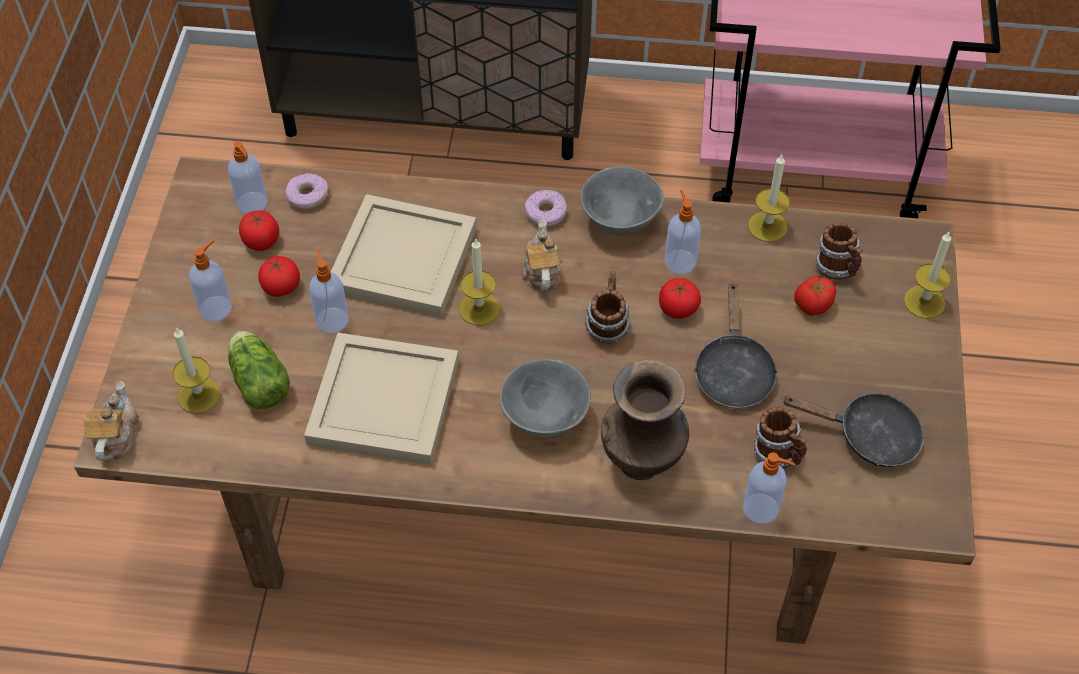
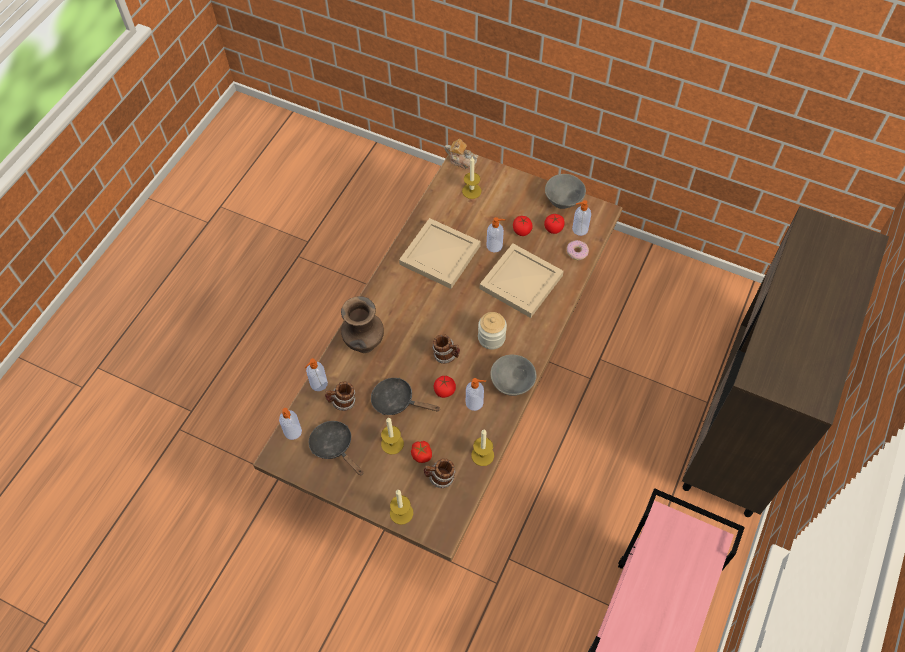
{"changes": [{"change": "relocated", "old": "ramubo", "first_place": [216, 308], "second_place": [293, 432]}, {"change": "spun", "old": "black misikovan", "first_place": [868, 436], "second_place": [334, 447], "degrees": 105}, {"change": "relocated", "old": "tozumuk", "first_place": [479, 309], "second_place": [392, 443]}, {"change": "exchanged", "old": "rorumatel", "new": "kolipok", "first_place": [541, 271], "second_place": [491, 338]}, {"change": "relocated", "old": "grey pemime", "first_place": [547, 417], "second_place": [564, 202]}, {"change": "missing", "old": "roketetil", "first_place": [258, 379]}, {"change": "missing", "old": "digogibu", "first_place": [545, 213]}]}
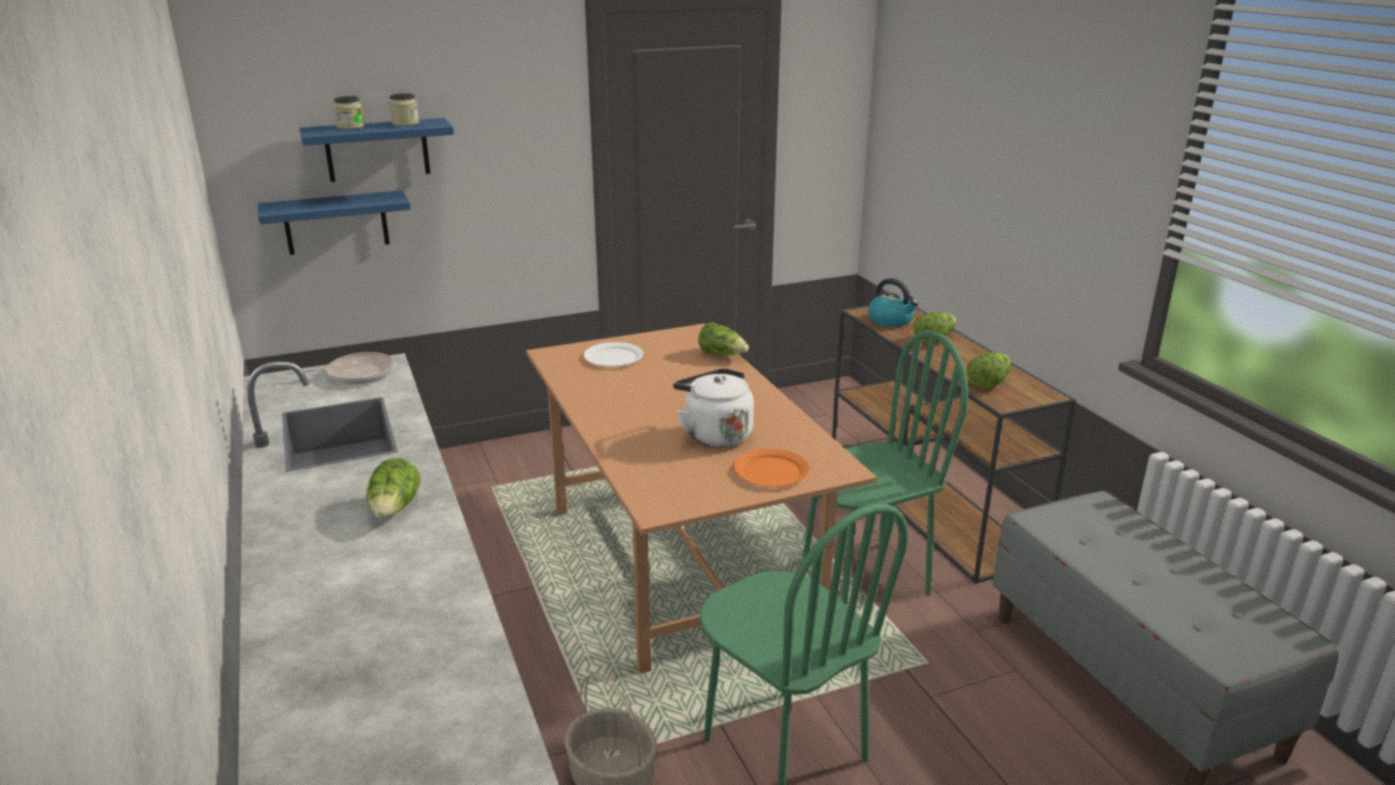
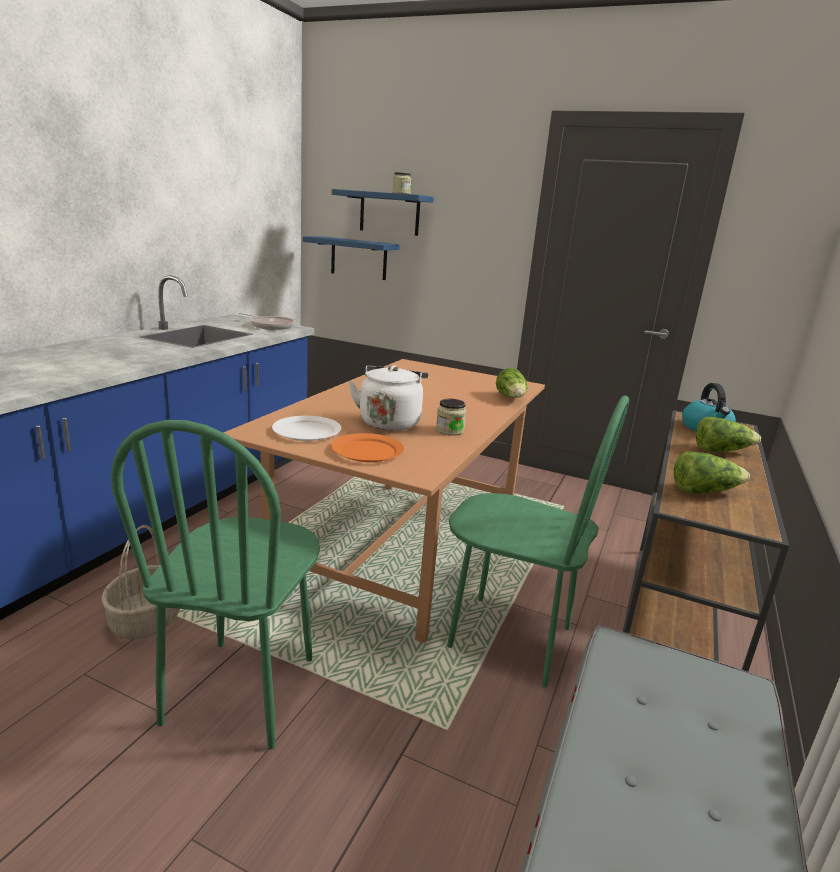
{"changes": [{"change": "relocated", "old": "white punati", "first_place": [614, 358], "second_place": [306, 431]}, {"change": "relocated", "old": "kolipok", "first_place": [350, 127], "second_place": [449, 430]}, {"change": "missing", "old": "roketetil", "first_place": [395, 509]}]}
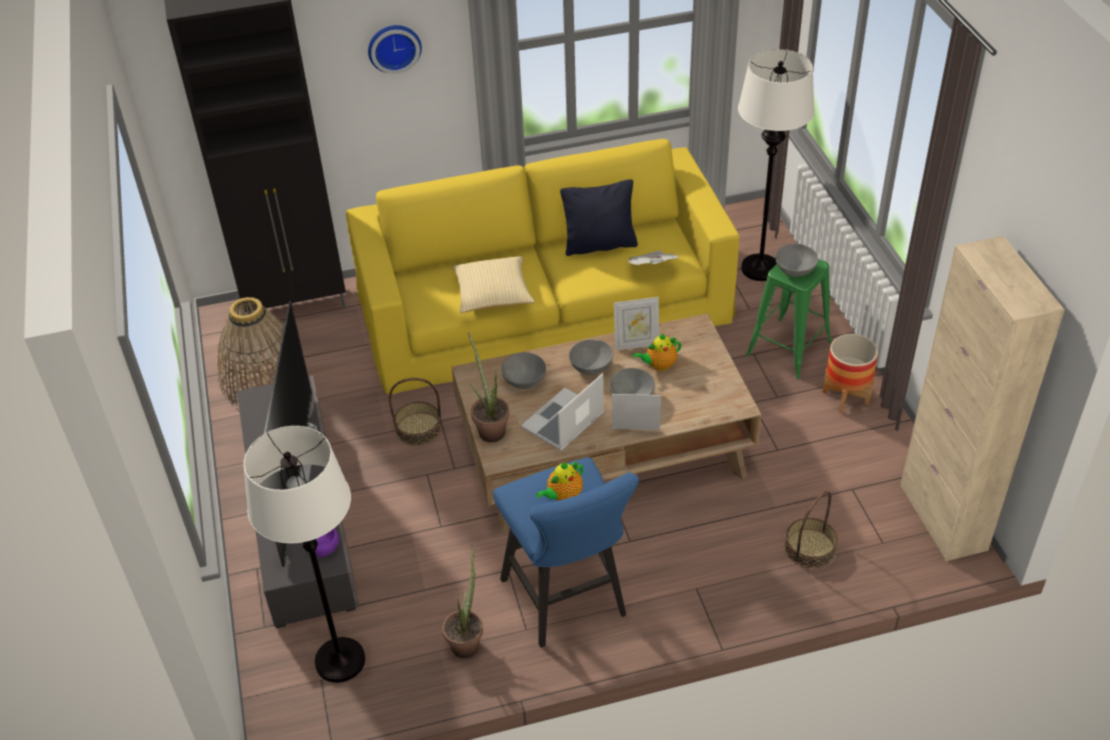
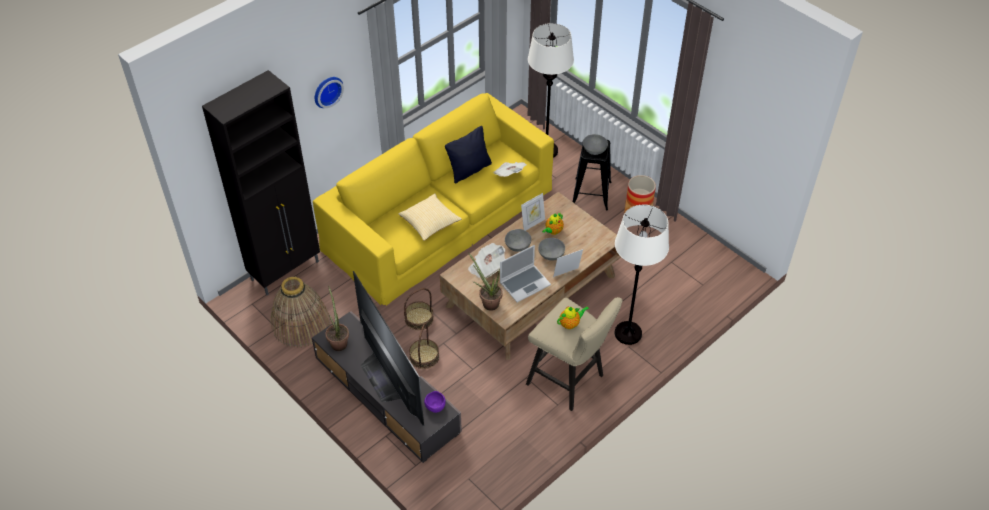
{"changes": [{"change": "relocated", "old": "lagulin", "first_place": [467, 641], "second_place": [338, 341]}, {"change": "relocated", "old": "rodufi", "first_place": [810, 548], "second_place": [424, 357]}, {"change": "exchanged", "old": "grey pemime", "new": "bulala", "first_place": [524, 381], "second_place": [487, 268]}, {"change": "spun", "old": "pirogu", "first_place": [563, 422], "second_place": [525, 283], "degrees": -135}, {"change": "colour", "old": "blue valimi", "new": "beige valimi", "first_place": [568, 603], "second_place": [569, 381]}, {"change": "spun", "old": "rorumatel", "first_place": [563, 496], "second_place": [570, 324], "degrees": -135}, {"change": "colour", "old": "green valimi", "new": "black valimi", "first_place": [788, 348], "second_place": [591, 194]}, {"change": "relocated", "old": "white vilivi", "first_place": [340, 661], "second_place": [628, 333]}, {"change": "missing", "old": "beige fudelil", "first_place": [942, 517]}]}
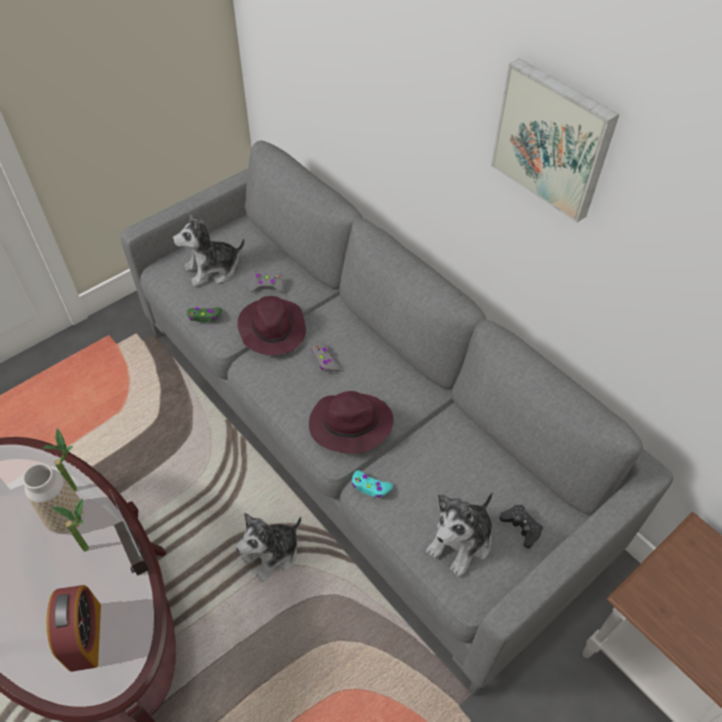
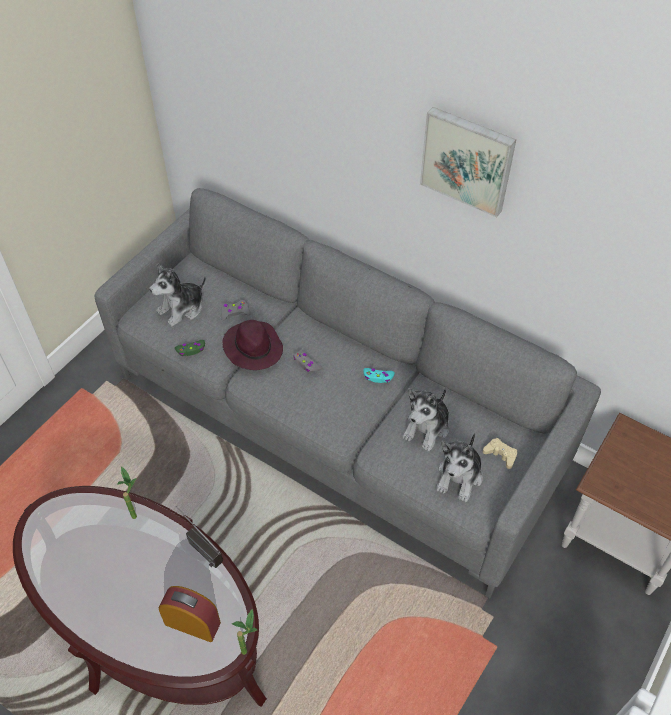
{"changes": [{"change": "spun", "old": "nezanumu", "first_place": [85, 636], "second_place": [192, 623], "degrees": -45}, {"change": "relocated", "old": "lagulin", "first_place": [92, 546], "second_place": [249, 648]}, {"change": "relocated", "old": "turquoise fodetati", "first_place": [370, 487], "second_place": [378, 377]}, {"change": "relocated", "old": "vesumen", "first_place": [272, 554], "second_place": [427, 427]}, {"change": "colour", "old": "black fodetati", "new": "beige fodetati", "first_place": [521, 527], "second_place": [500, 455]}, {"change": "missing", "old": "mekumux", "first_place": [67, 519]}, {"change": "missing", "old": "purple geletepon", "first_place": [349, 425]}]}
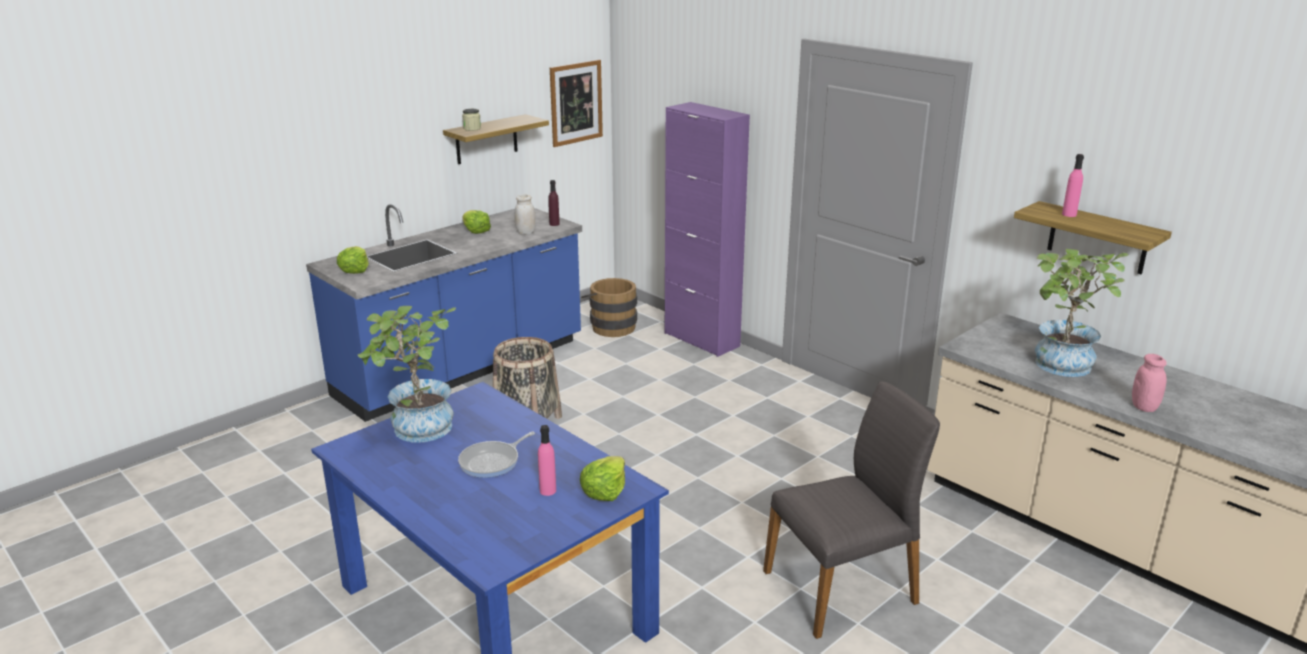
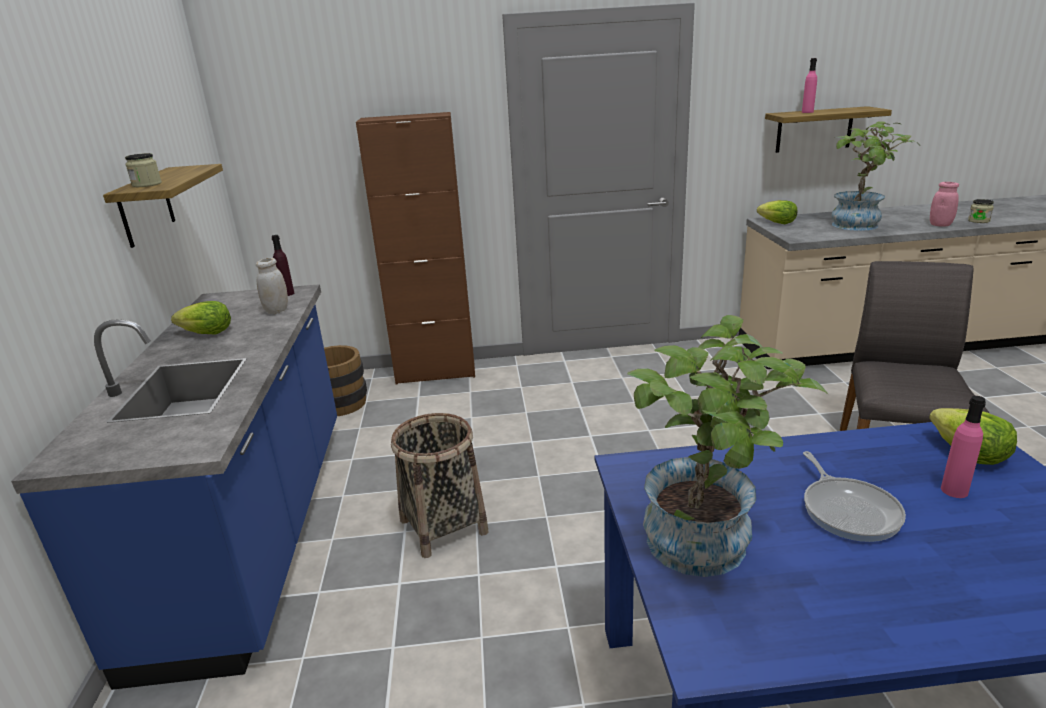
{"changes": [{"change": "colour", "old": "purple fudelil", "new": "brown fudelil", "first_place": [701, 340], "second_place": [436, 373]}, {"change": "relocated", "old": "roketetil", "first_place": [355, 270], "second_place": [777, 223]}, {"change": "appeared", "new": "kolipok", "second_place": [978, 221]}, {"change": "missing", "old": "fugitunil", "first_place": [576, 103]}]}
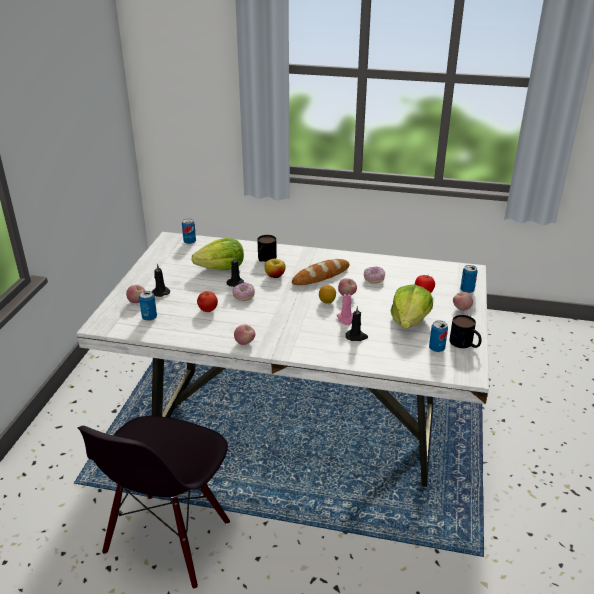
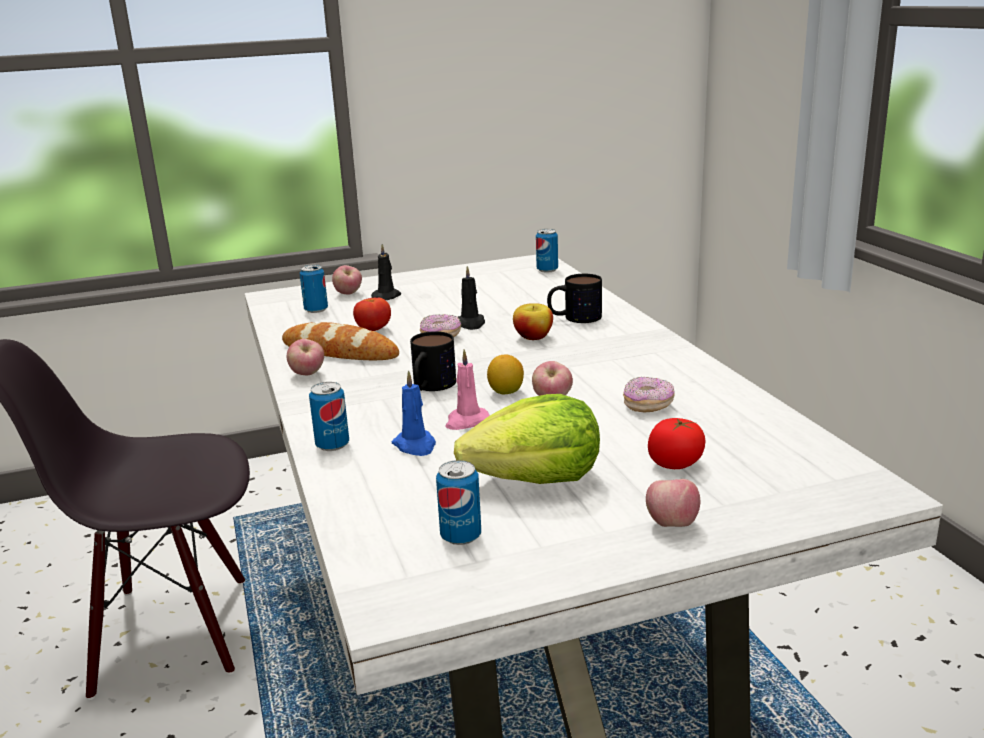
{"changes": [{"change": "relocated", "old": "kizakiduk", "first_place": [321, 275], "second_place": [339, 351]}, {"change": "relocated", "old": "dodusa", "first_place": [467, 290], "second_place": [332, 445]}, {"change": "colour", "old": "black tozumuk", "new": "blue tozumuk", "first_place": [356, 336], "second_place": [415, 446]}, {"change": "relocated", "old": "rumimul", "first_place": [465, 344], "second_place": [430, 387]}, {"change": "missing", "old": "roketetil", "first_place": [221, 268]}]}
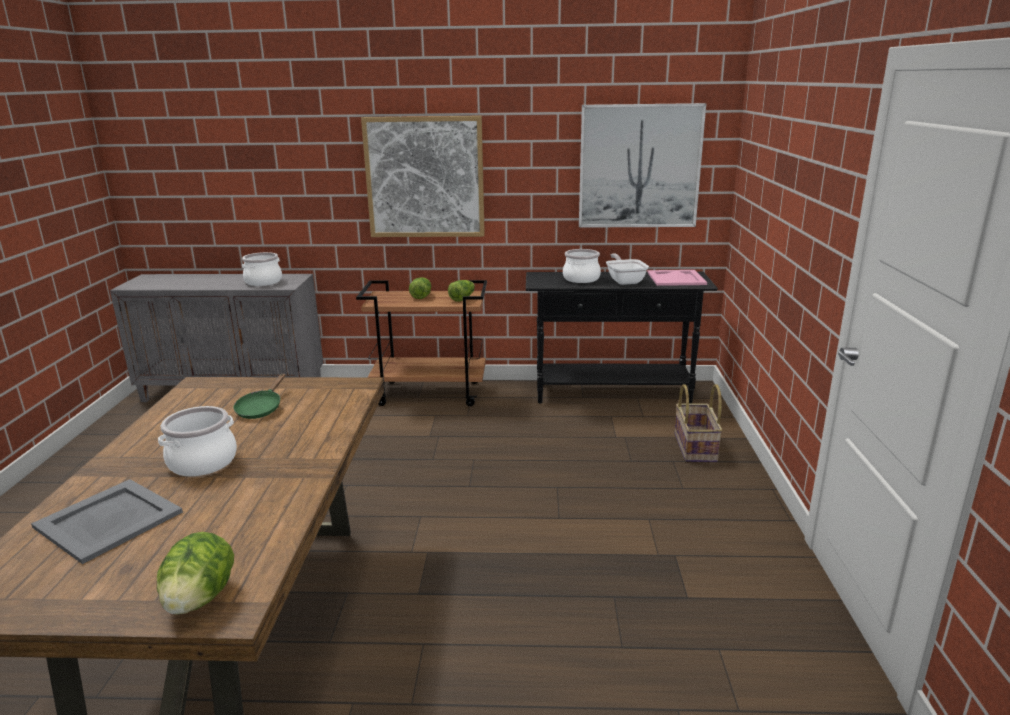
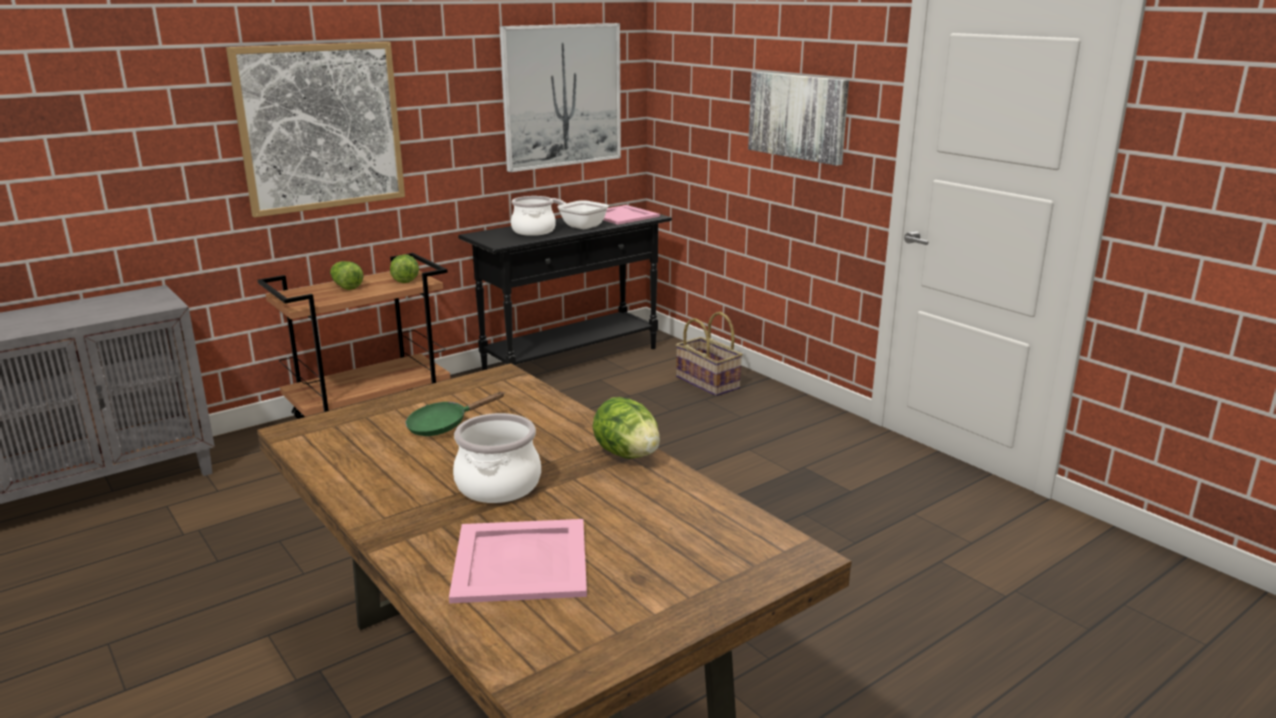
{"changes": [{"change": "spun", "old": "green misikovan", "first_place": [261, 408], "second_place": [443, 425], "degrees": 90}, {"change": "colour", "old": "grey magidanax", "new": "pink magidanax", "first_place": [108, 520], "second_place": [522, 561]}, {"change": "relocated", "old": "roketetil", "first_place": [200, 599], "second_place": [627, 454]}, {"change": "appeared", "new": "fugitunil", "second_place": [798, 116]}, {"change": "missing", "old": "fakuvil", "first_place": [263, 282]}]}
